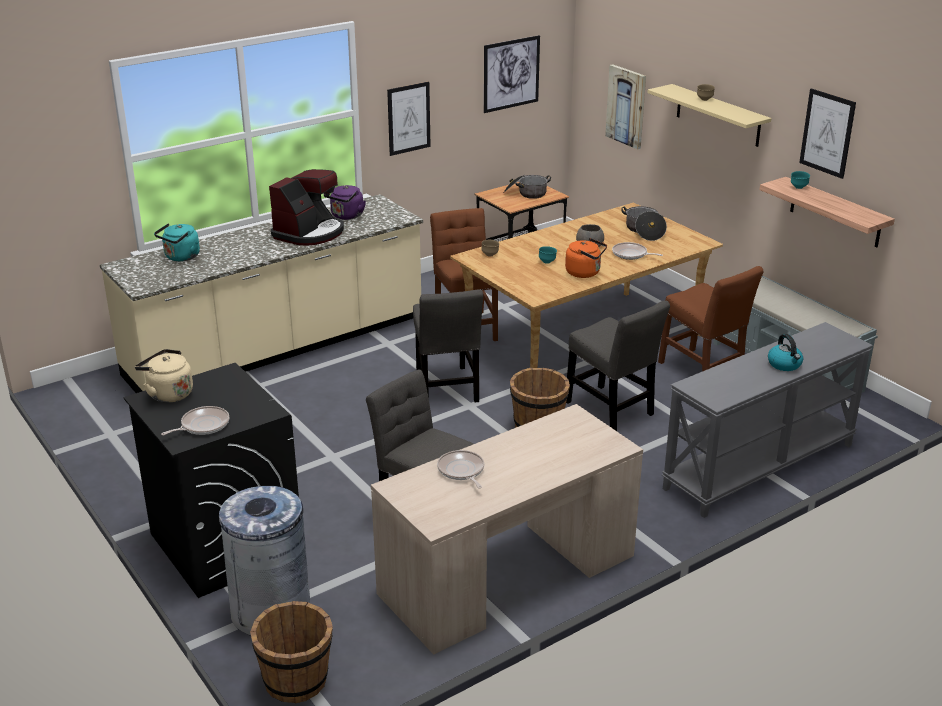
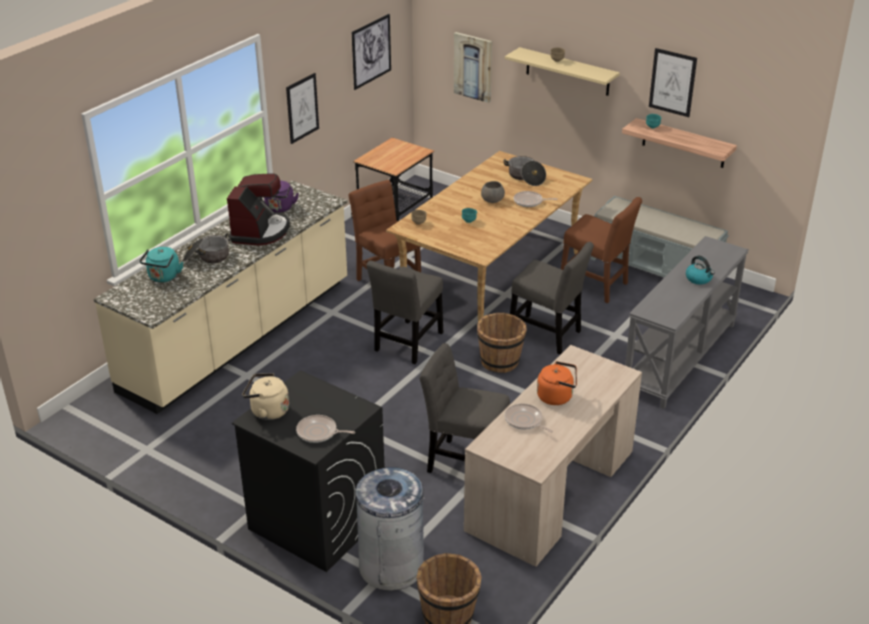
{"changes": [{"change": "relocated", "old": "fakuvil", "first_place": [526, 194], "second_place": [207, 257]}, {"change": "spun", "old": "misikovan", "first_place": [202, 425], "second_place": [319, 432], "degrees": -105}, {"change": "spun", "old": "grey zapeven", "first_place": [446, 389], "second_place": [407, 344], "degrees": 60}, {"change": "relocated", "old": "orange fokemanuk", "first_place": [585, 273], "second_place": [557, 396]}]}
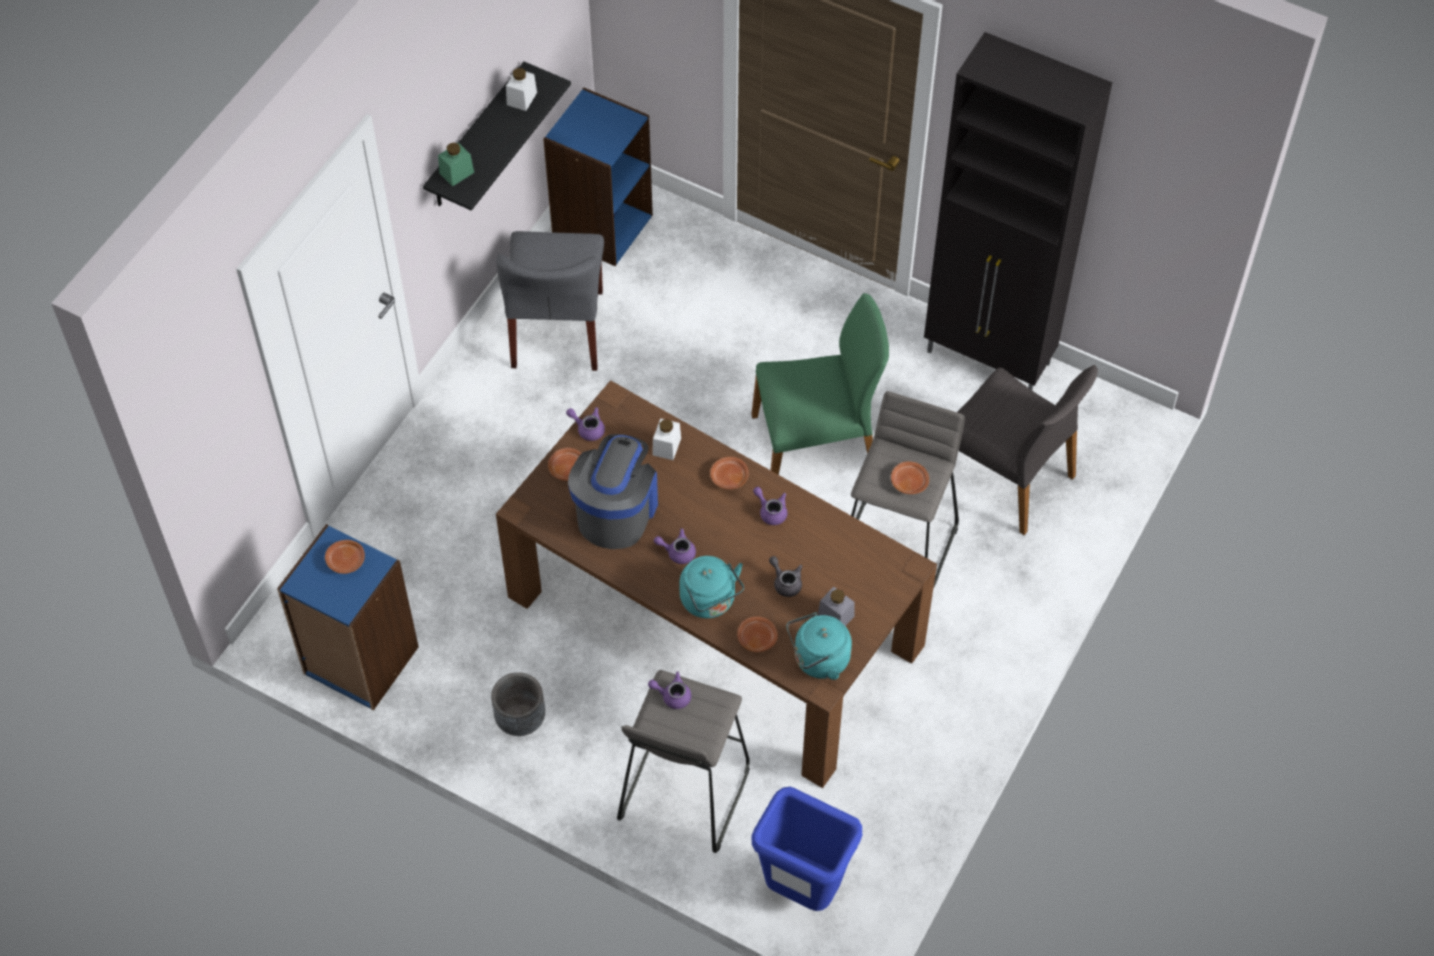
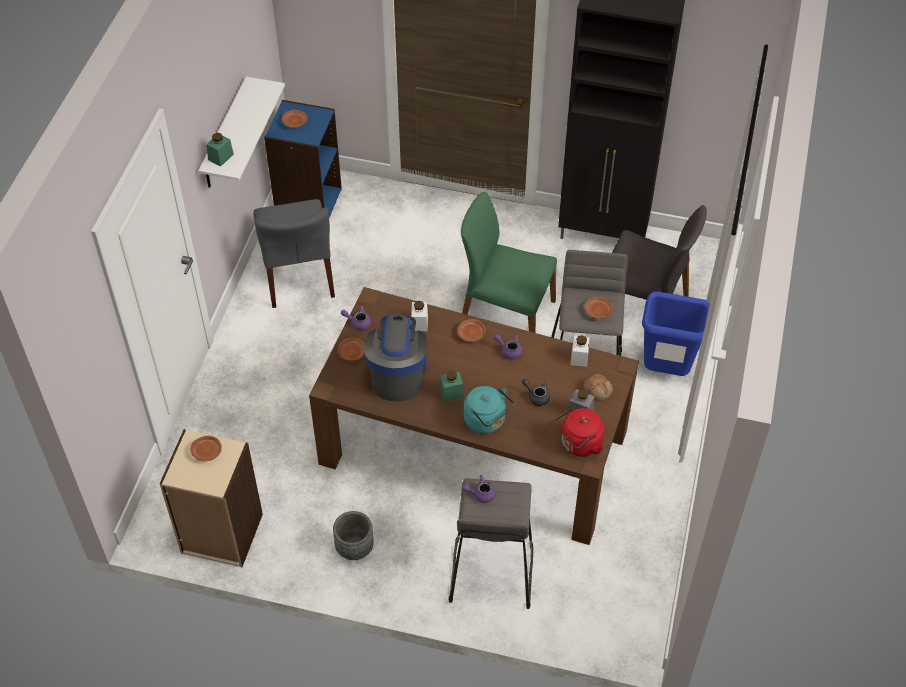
{"changes": [{"change": "colour", "old": "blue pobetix", "new": "beige pobetix", "first_place": [360, 661], "second_place": [221, 534]}, {"change": "colour", "old": "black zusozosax", "new": "white zusozosax", "first_place": [476, 139], "second_place": [225, 135]}, {"change": "relocated", "old": "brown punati", "first_place": [756, 638], "second_place": [294, 122]}, {"change": "exchanged", "old": "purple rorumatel", "new": "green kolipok", "first_place": [677, 552], "second_place": [451, 392]}, {"change": "spun", "old": "green zapeven", "first_place": [816, 446], "second_place": [505, 315], "degrees": -135}, {"change": "colour", "old": "turquoise fokemanuk", "new": "red fokemanuk", "first_place": [818, 660], "second_place": [579, 444]}, {"change": "relocated", "old": "white kolipok", "first_place": [522, 98], "second_place": [579, 357]}, {"change": "appeared", "new": "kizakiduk", "second_place": [598, 390]}, {"change": "relocated", "old": "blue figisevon", "first_place": [801, 889], "second_place": [665, 371]}]}
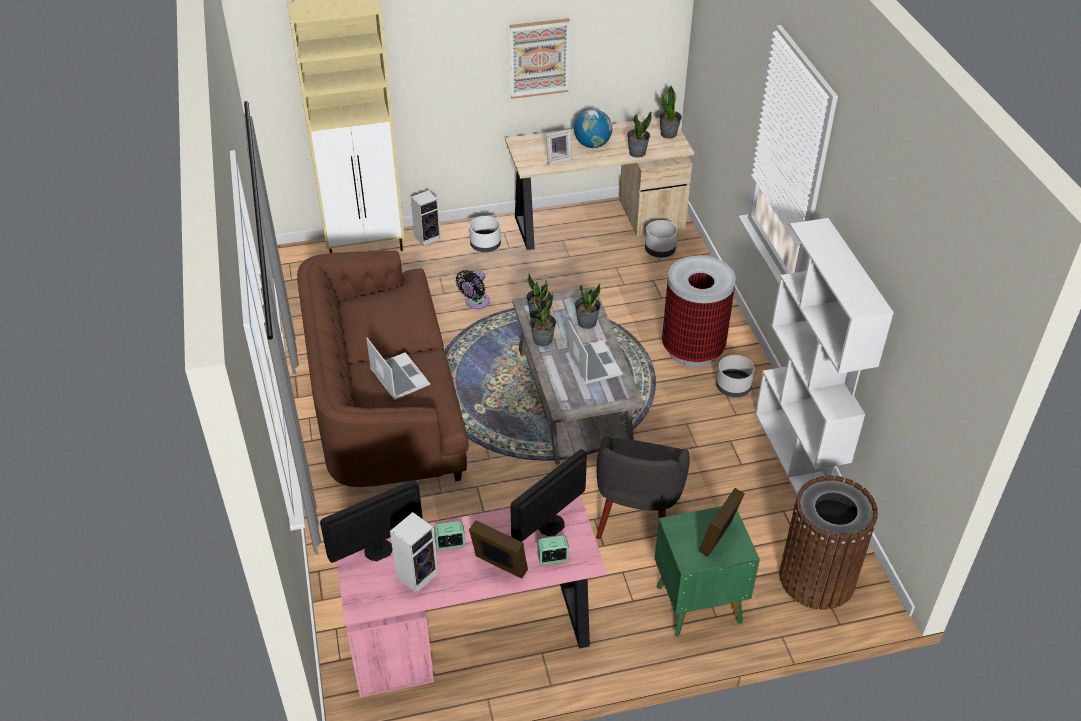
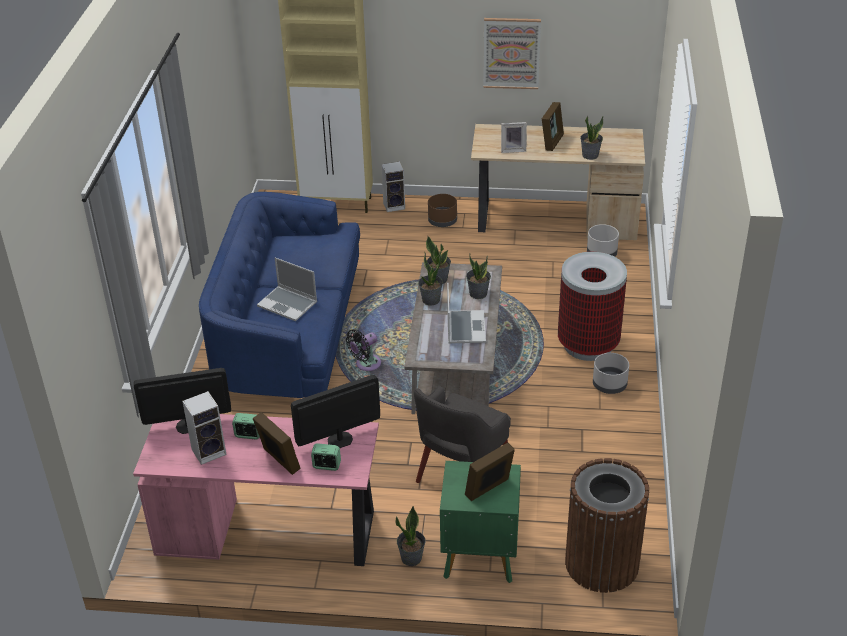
{"changes": [{"change": "colour", "old": "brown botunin", "new": "blue botunin", "first_place": [385, 404], "second_place": [289, 333]}, {"change": "spun", "old": "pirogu", "first_place": [398, 377], "second_place": [288, 304], "degrees": 135}, {"change": "relocated", "old": "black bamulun", "first_place": [475, 302], "second_place": [366, 364]}, {"change": "relocated", "old": "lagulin", "first_place": [668, 134], "second_place": [412, 558]}, {"change": "colour", "old": "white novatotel", "new": "brown novatotel", "first_place": [485, 245], "second_place": [442, 221]}, {"change": "exchanged", "old": "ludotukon", "new": "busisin", "first_place": [592, 144], "second_place": [552, 142]}, {"change": "missing", "old": "white pobetix", "first_place": [797, 457]}]}
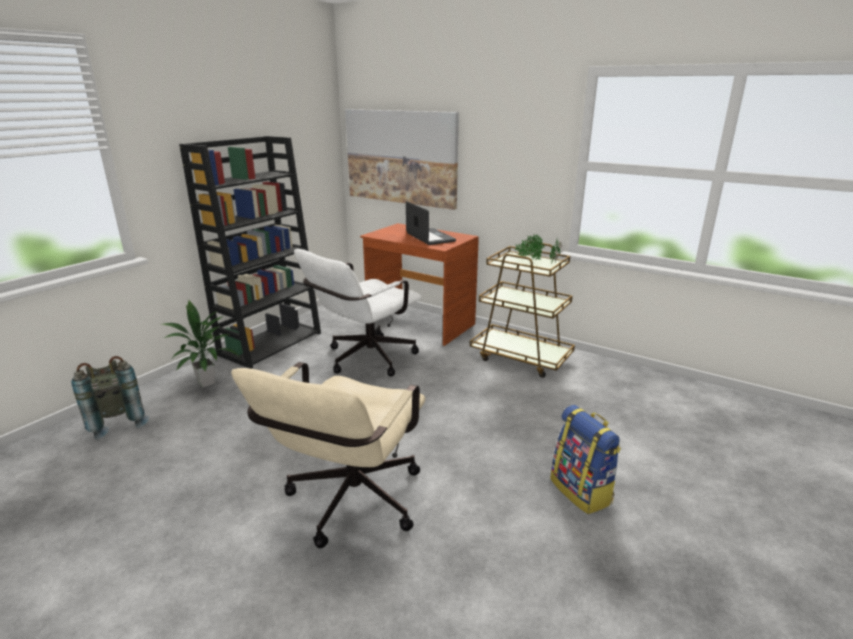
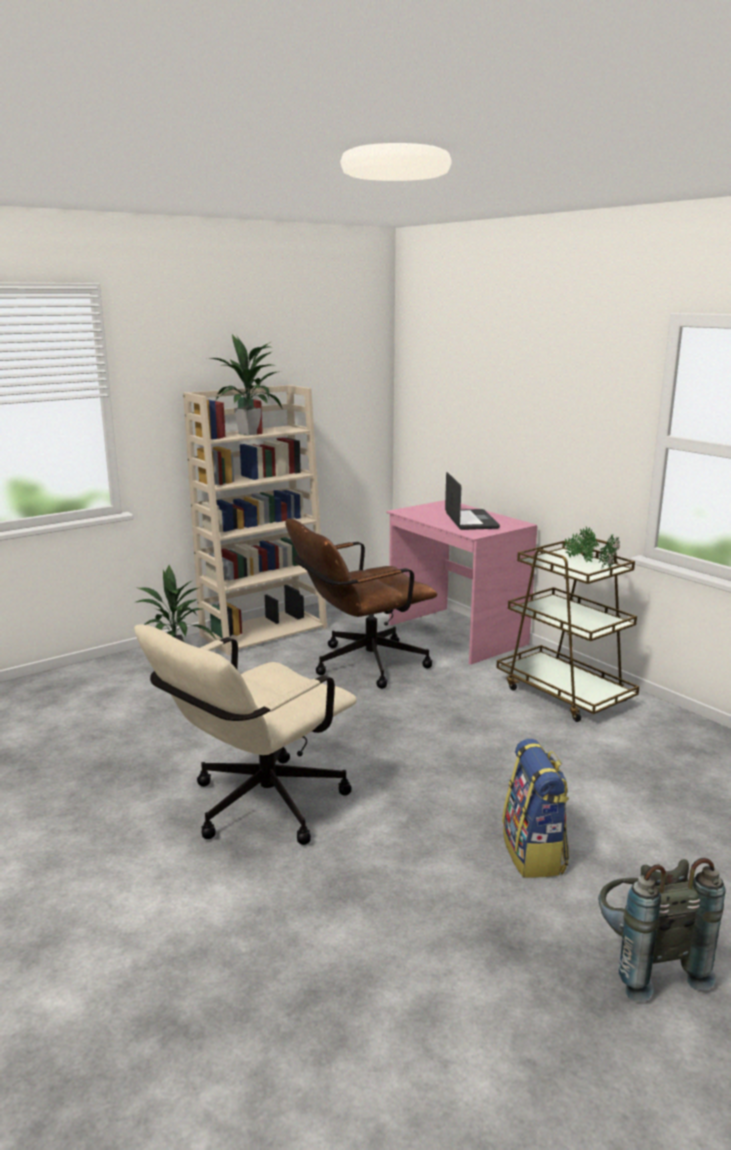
{"changes": [{"change": "colour", "old": "black pobetix", "new": "beige pobetix", "first_place": [271, 343], "second_place": [264, 631]}, {"change": "appeared", "new": "lagulin", "second_place": [249, 434]}, {"change": "colour", "old": "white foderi", "new": "brown foderi", "first_place": [364, 360], "second_place": [360, 665]}, {"change": "colour", "old": "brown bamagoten", "new": "pink bamagoten", "first_place": [420, 324], "second_place": [455, 634]}, {"change": "relocated", "old": "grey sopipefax", "first_place": [117, 422], "second_place": [644, 963]}, {"change": "missing", "old": "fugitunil", "first_place": [401, 157]}]}
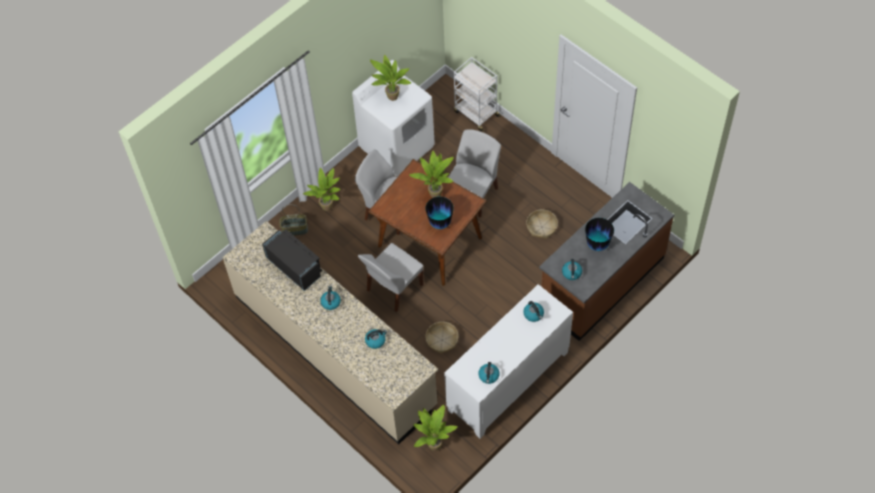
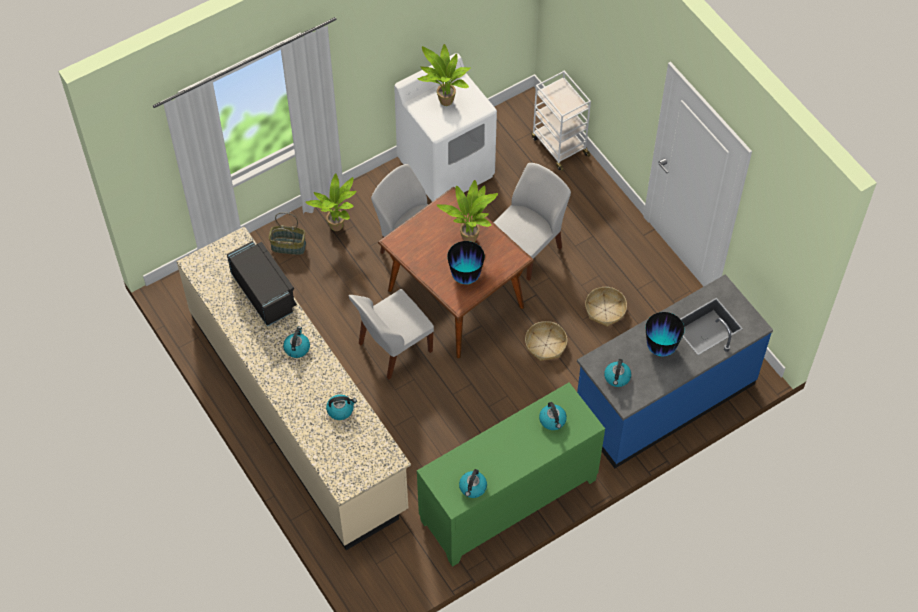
{"changes": [{"change": "colour", "old": "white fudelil", "new": "green fudelil", "first_place": [508, 382], "second_place": [509, 501]}, {"change": "relocated", "old": "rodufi", "first_place": [442, 340], "second_place": [545, 345]}, {"change": "colour", "old": "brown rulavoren", "new": "blue rulavoren", "first_place": [601, 282], "second_place": [664, 398]}, {"change": "missing", "old": "lagulin", "first_place": [433, 445]}]}
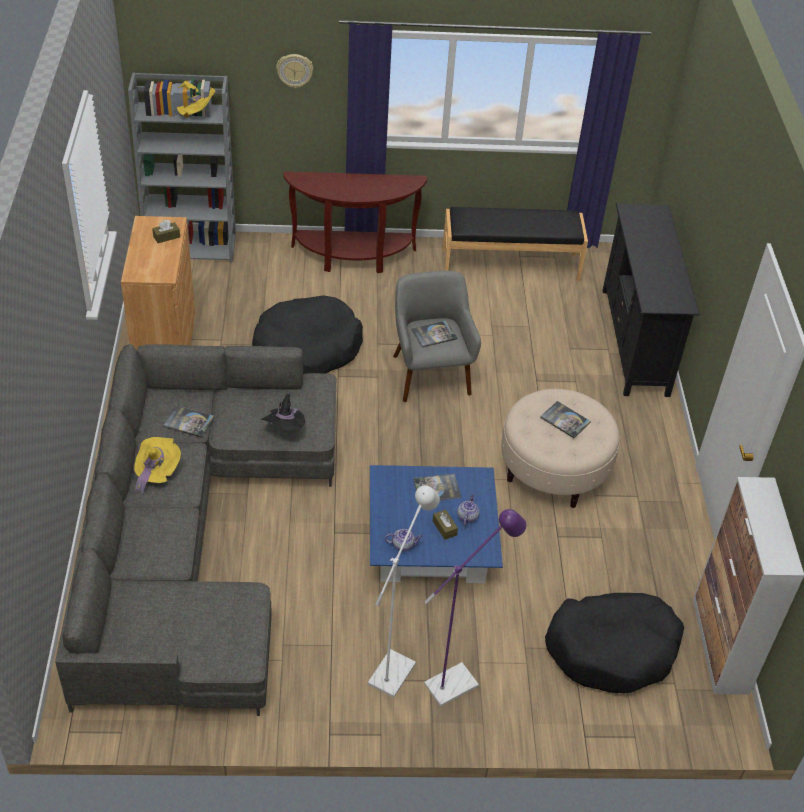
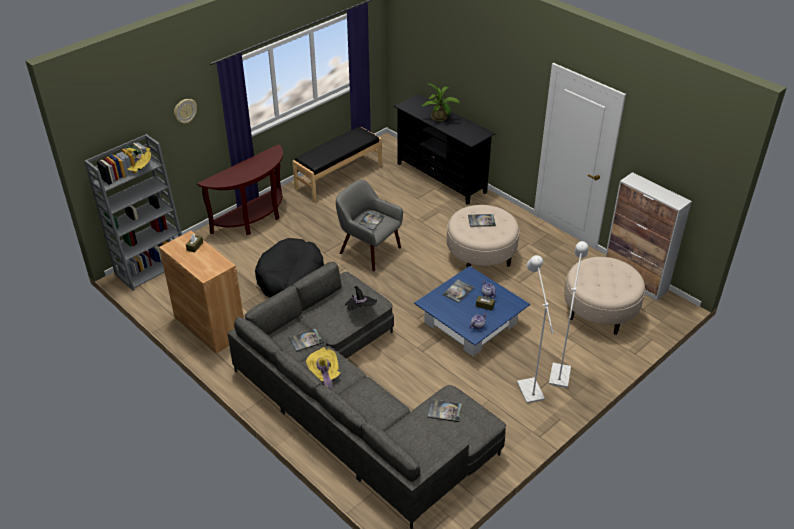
{"changes": [{"change": "appeared", "new": "lagulin", "second_place": [440, 119]}, {"change": "appeared", "new": "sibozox", "second_place": [444, 411]}, {"change": "colour", "old": "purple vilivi", "new": "white vilivi", "first_place": [459, 680], "second_place": [560, 371]}, {"change": "exchanged", "old": "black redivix", "new": "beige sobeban", "first_place": [612, 649], "second_place": [600, 312]}]}
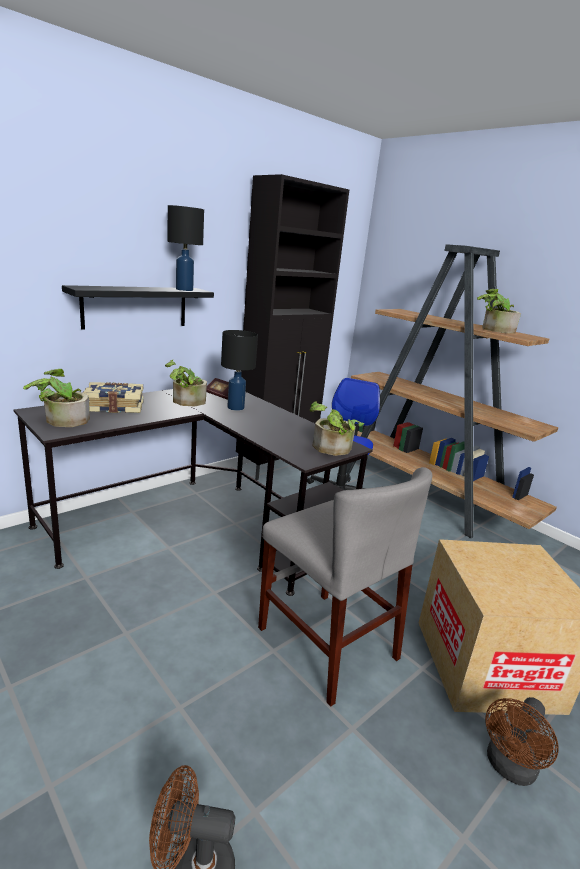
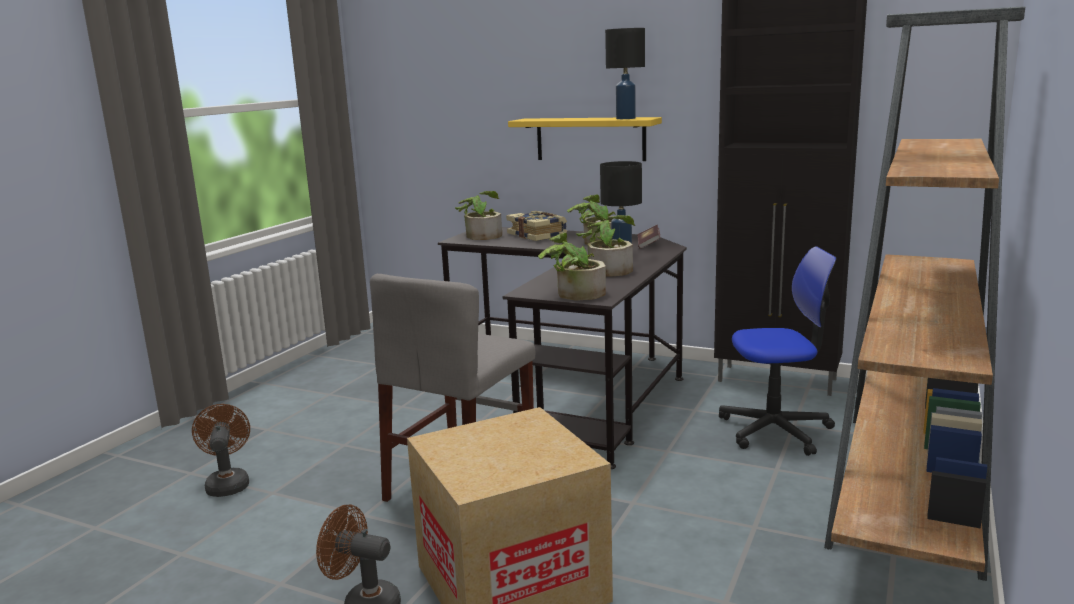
{"changes": [{"change": "colour", "old": "black zusozosax", "new": "yellow zusozosax", "first_place": [135, 307], "second_place": [590, 139]}, {"change": "relocated", "old": "lagulin", "first_place": [493, 330], "second_place": [608, 269]}]}
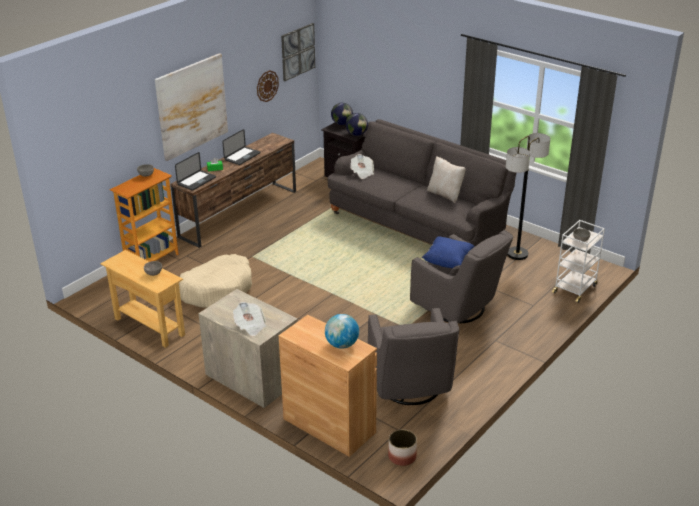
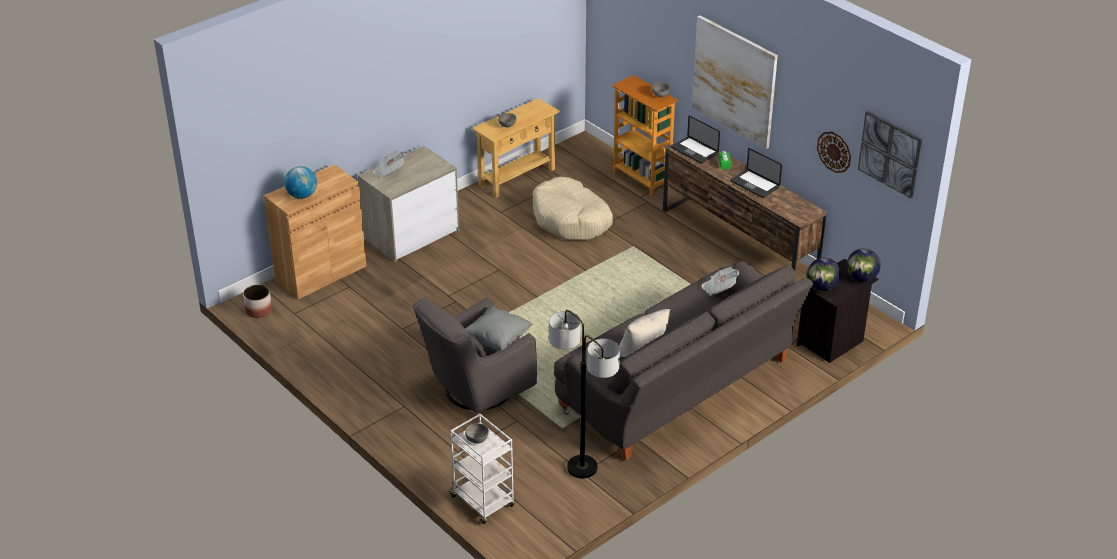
{"changes": [{"change": "colour", "old": "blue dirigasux", "new": "grey dirigasux", "first_place": [447, 262], "second_place": [497, 339]}, {"change": "missing", "old": "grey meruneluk", "first_place": [410, 387]}]}
